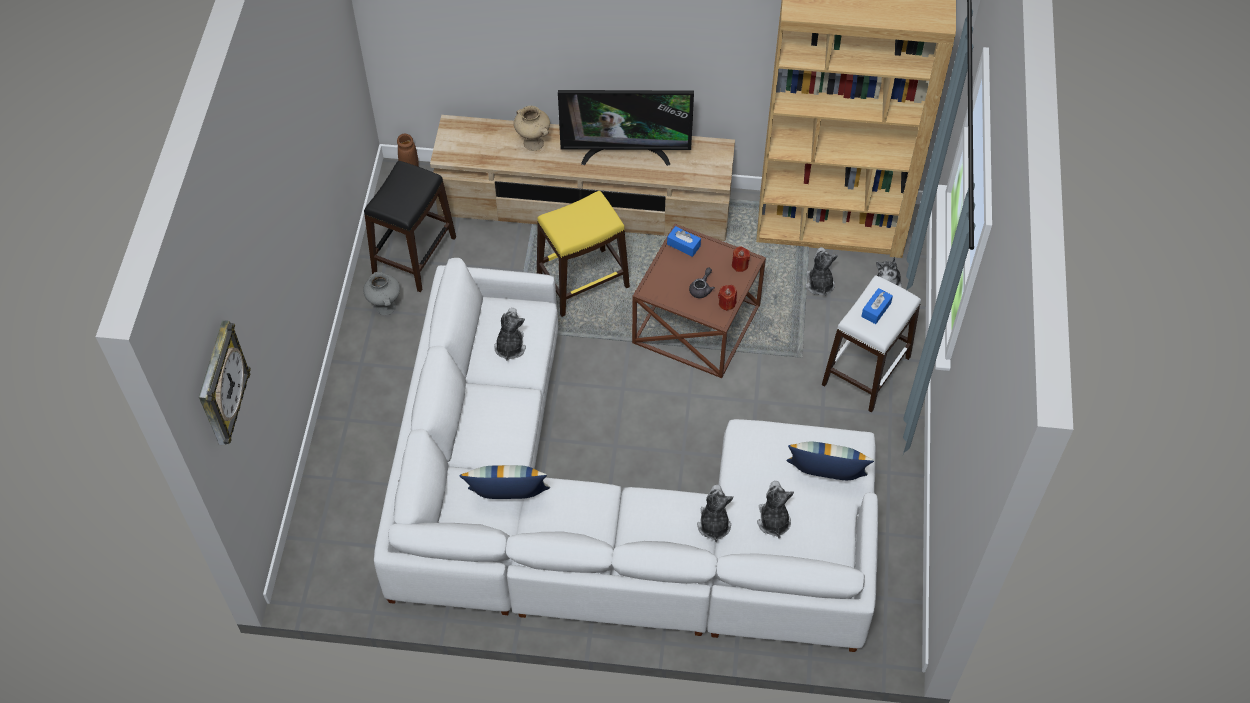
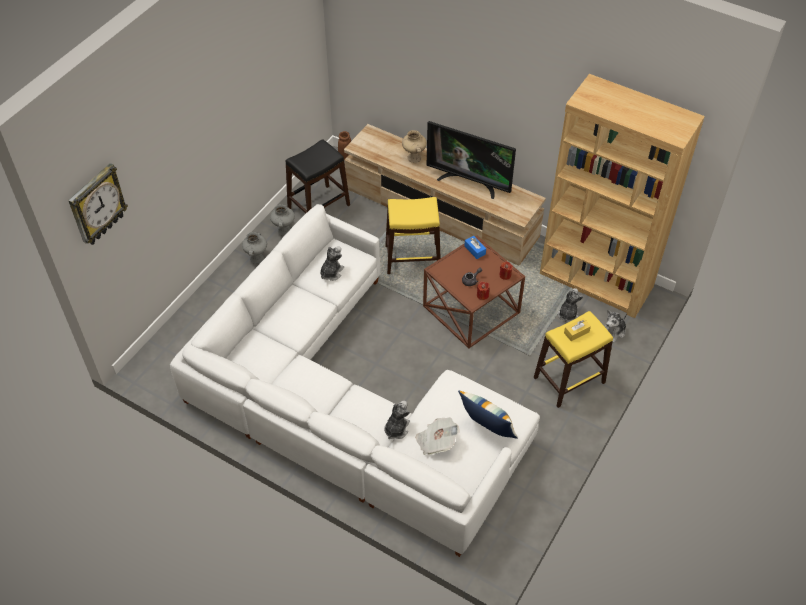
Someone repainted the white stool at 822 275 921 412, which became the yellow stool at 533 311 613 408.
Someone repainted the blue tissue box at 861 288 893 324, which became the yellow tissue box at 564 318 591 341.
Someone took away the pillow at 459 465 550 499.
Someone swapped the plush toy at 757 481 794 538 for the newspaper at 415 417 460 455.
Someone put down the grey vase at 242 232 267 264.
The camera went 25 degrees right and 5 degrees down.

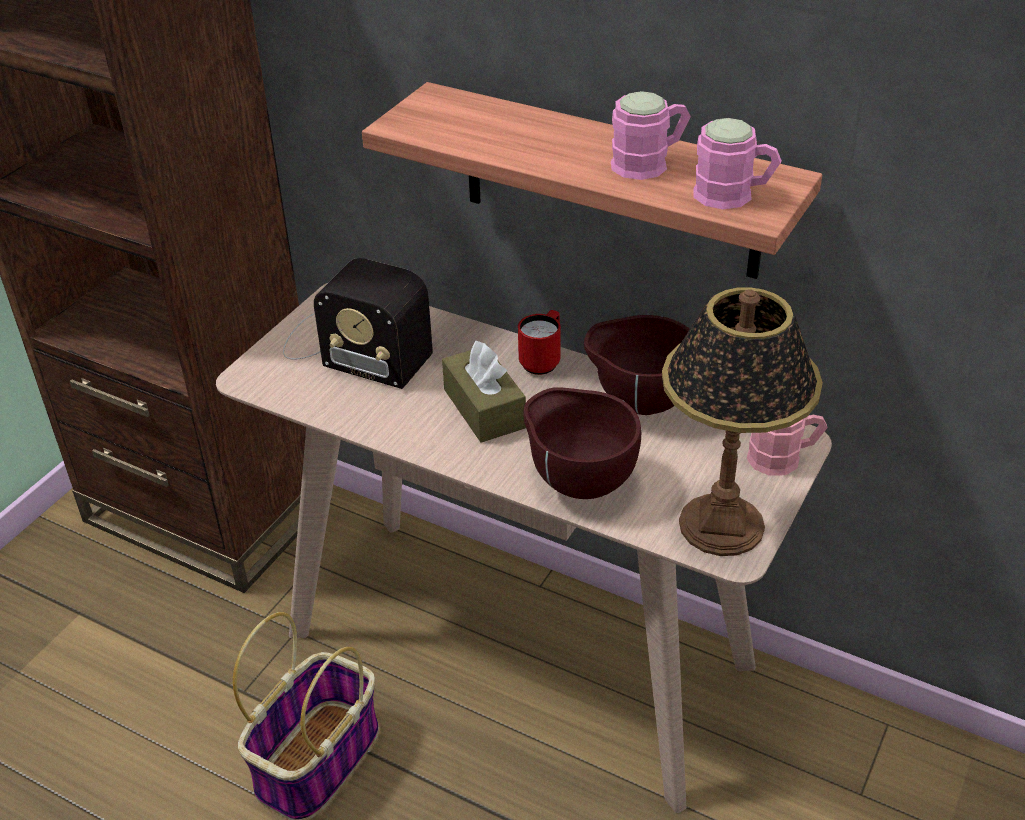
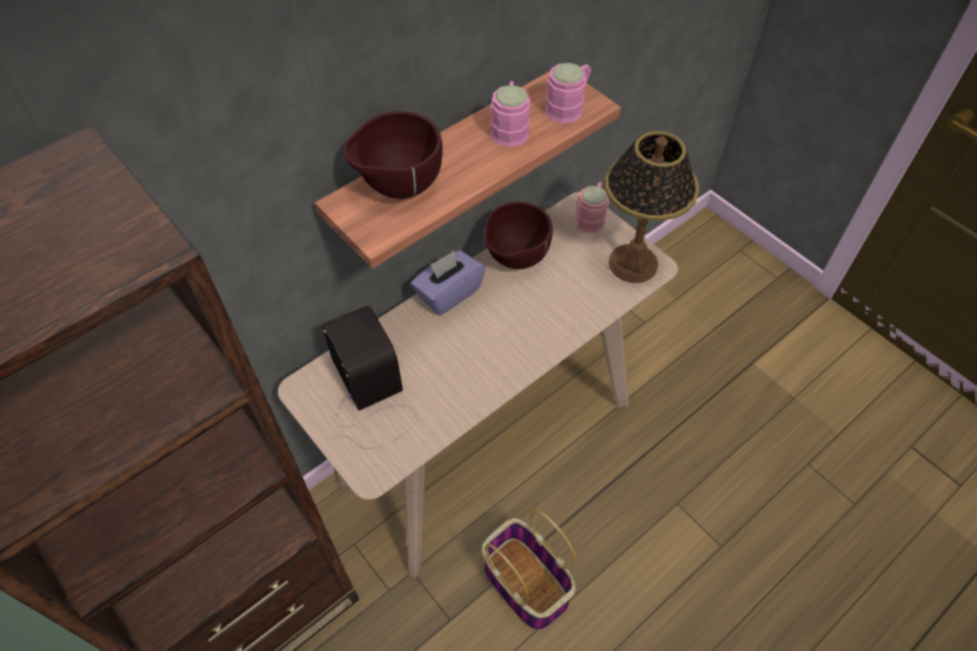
Someone rotated the radio at 283 258 433 389 by 75 degrees counterclockwise.
Someone swapped the red mug at 518 310 561 375 for the purple tissue box at 411 250 485 315.
Someone took away the brown tissue box at 442 340 526 443.
Someone carried the brown bowl from 523 387 641 499 to 344 111 443 199.
The camera went 70 degrees left and 15 degrees up.

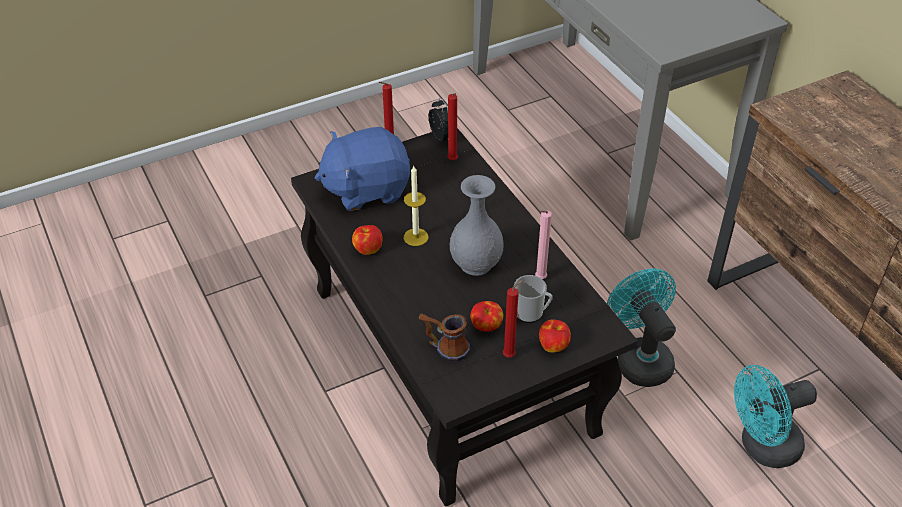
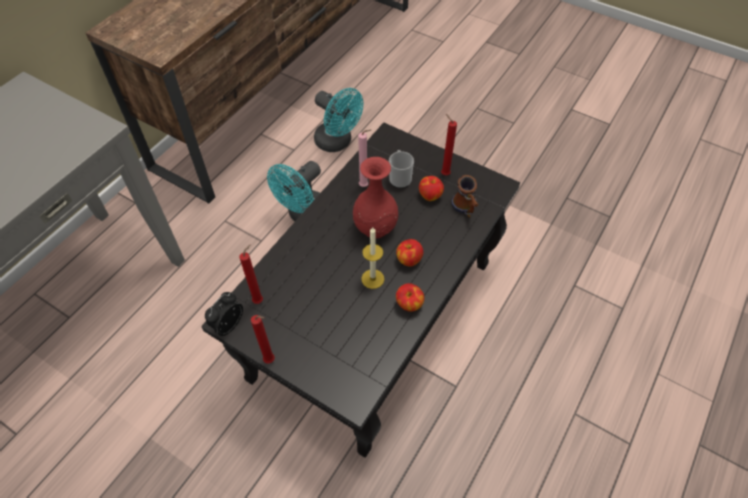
Someone took away the blue plush toy at 315 127 410 211.
Someone repainted the grey vase at 450 175 504 276, which became the red vase at 353 157 398 238.
Someone carried the apple from 539 319 571 353 to 396 239 423 267.
The camera went 120 degrees left and 10 degrees up.

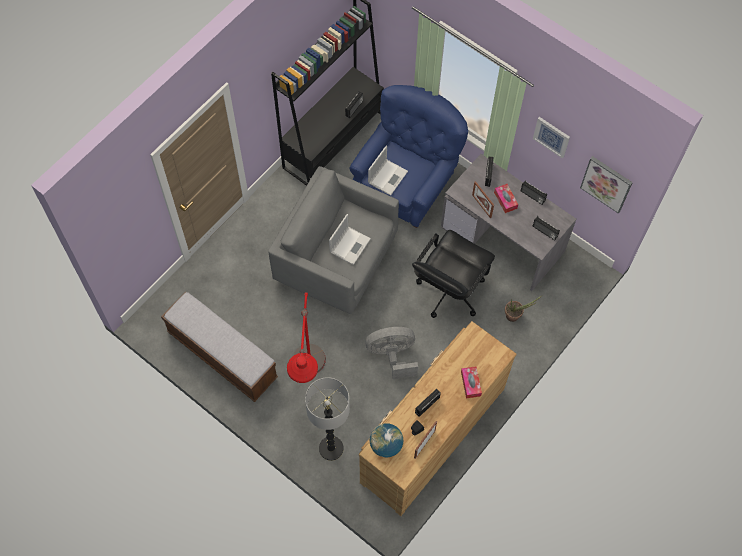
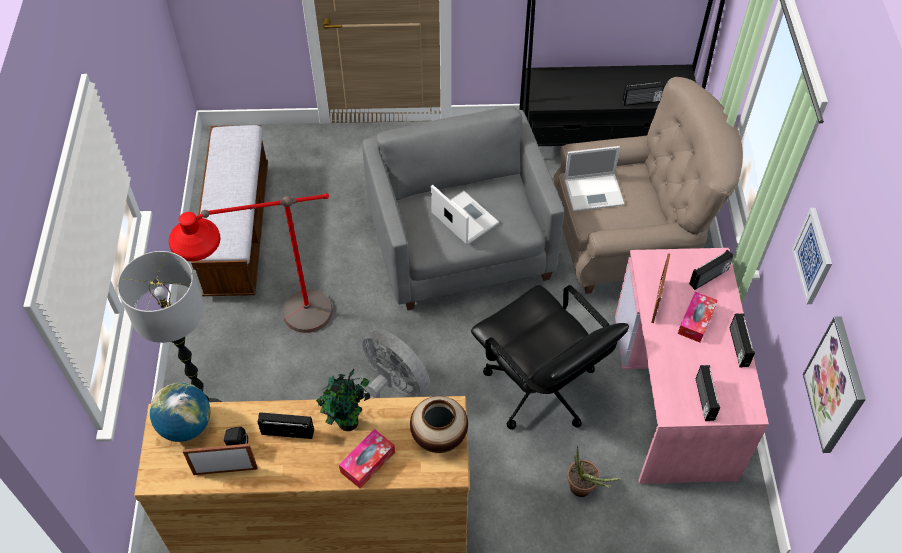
Someone repainted the blue armchair at 349 85 468 228, which became the beige armchair at 552 77 743 294.
Someone repainted the grey desk at 441 154 576 291, which became the pink desk at 615 248 769 484.
Someone rotated the laptop at 329 214 371 265 by 120 degrees counterclockwise.
Someone rotated the black office chair at 412 230 495 318 by 120 degrees counterclockwise.
Someone put down the potted plant at 316 369 370 431.
Someone put down the vase at 410 396 468 453.
The camera went 50 degrees right and 10 degrees down.

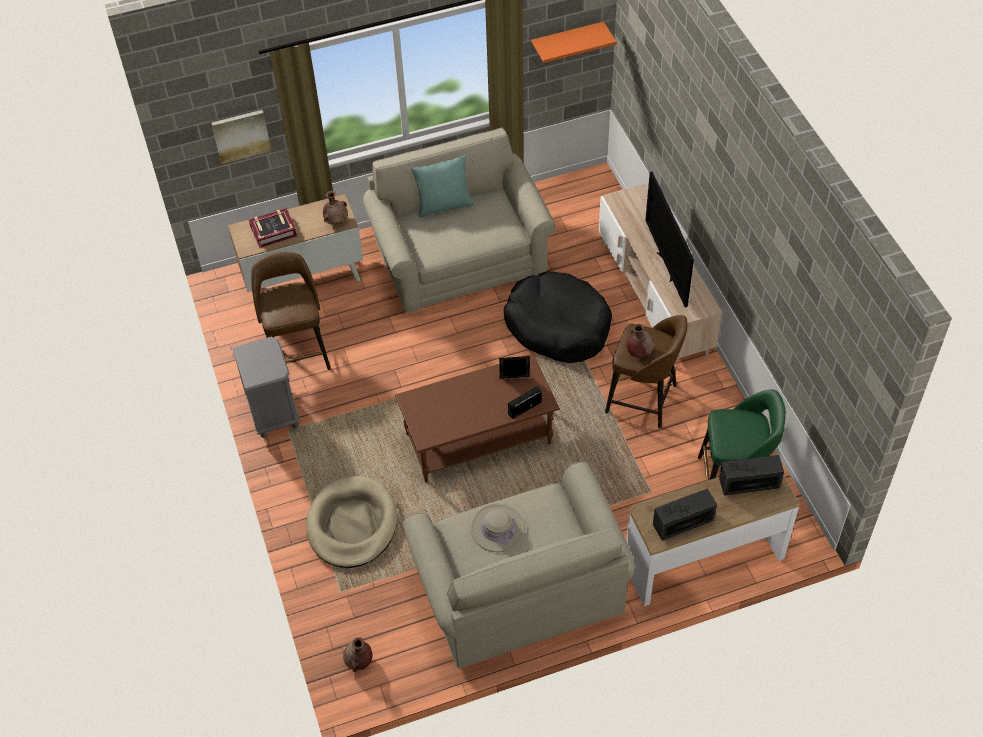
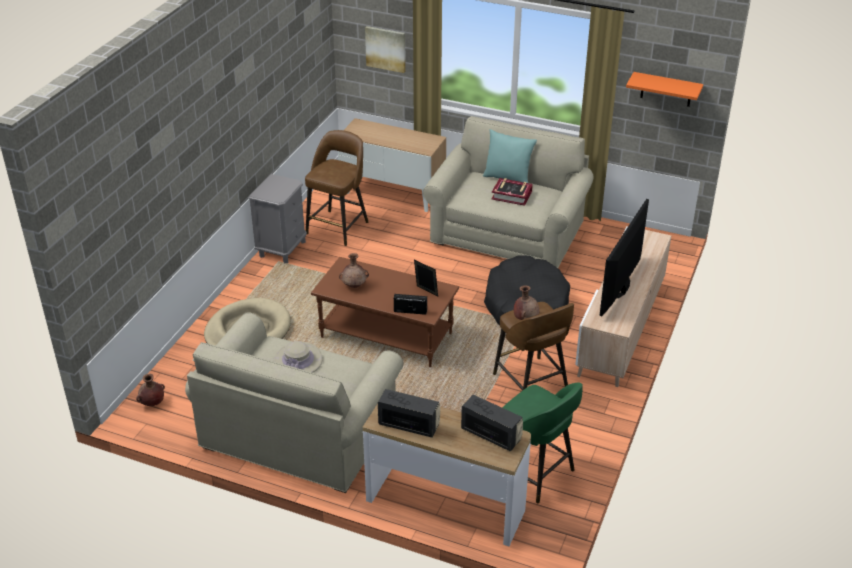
Someone carried the brown vase from 323 191 348 224 to 339 253 369 288.
Someone carried the book from 249 208 297 248 to 491 178 533 206.
The camera went 40 degrees right and 15 degrees down.

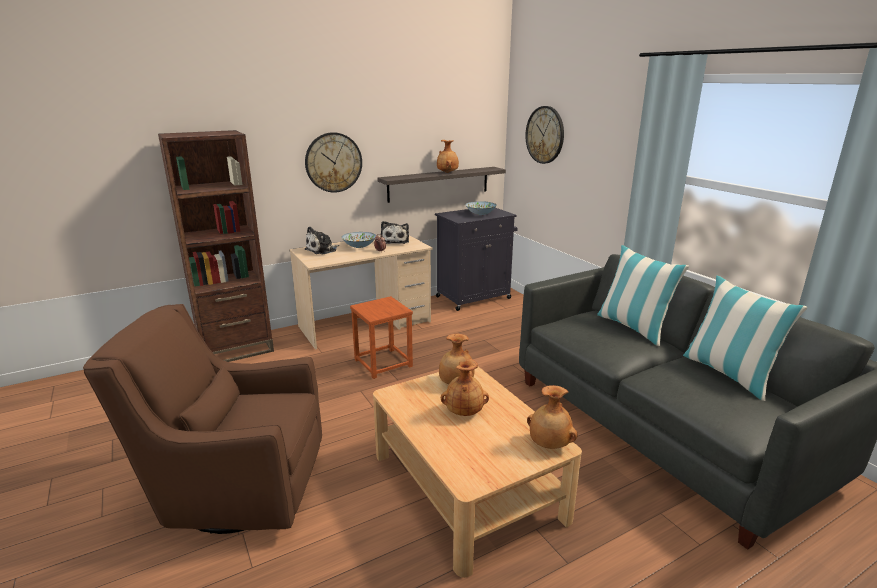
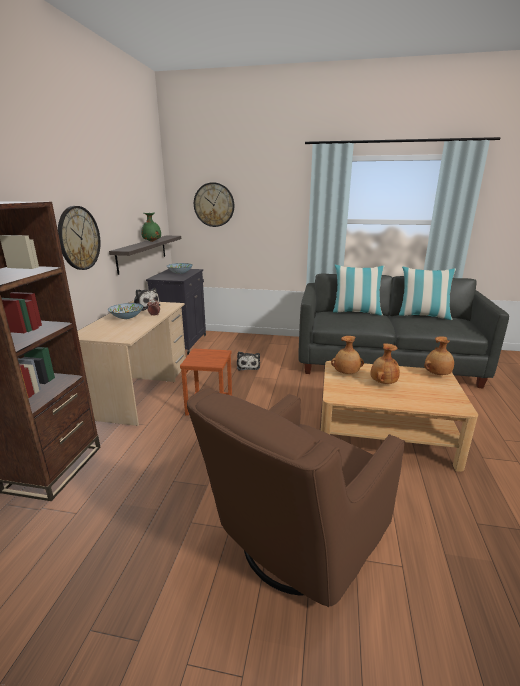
Someone repainted the brown vase at 437 140 459 173, which became the green vase at 141 212 161 242.
Someone carried the plush toy from 304 226 339 254 to 237 352 260 371.
The camera went 50 degrees left and 0 degrees up.

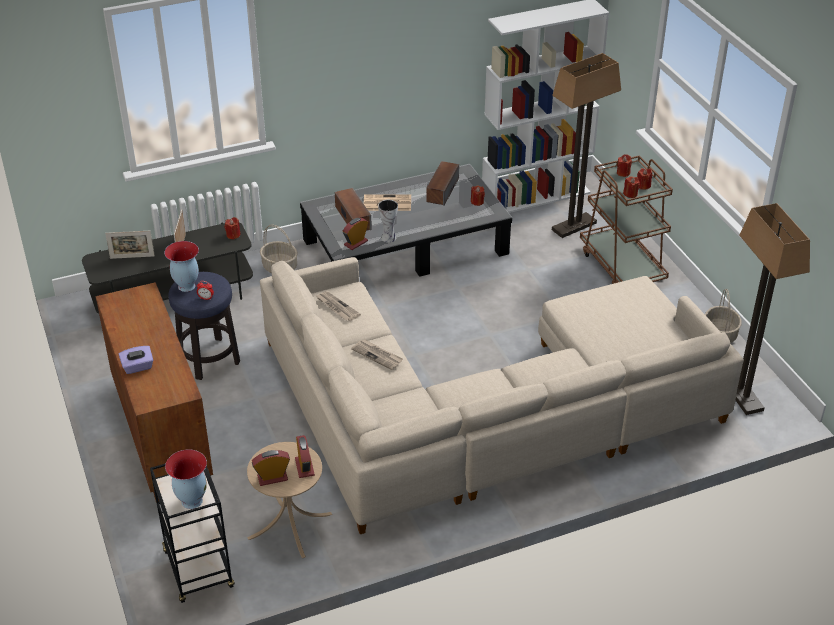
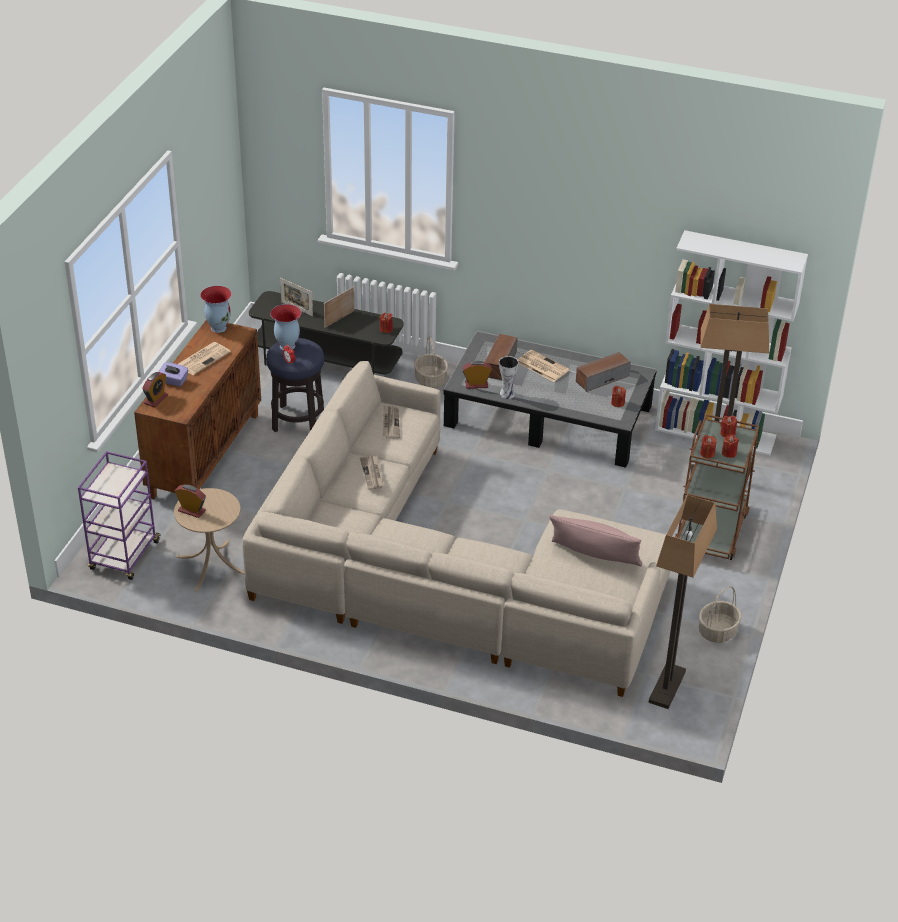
Someone carried the alarm clock from 295 435 315 478 to 142 372 168 407.
Someone carried the vase from 165 449 207 509 to 200 286 232 333.
Someone repainted the black cart at 150 463 235 603, which became the purple cart at 78 451 161 580.
Someone put down the newspaper at 178 342 231 375.
Someone put down the pink pillow at 549 515 642 566.
The camera went 40 degrees right and 0 degrees up.

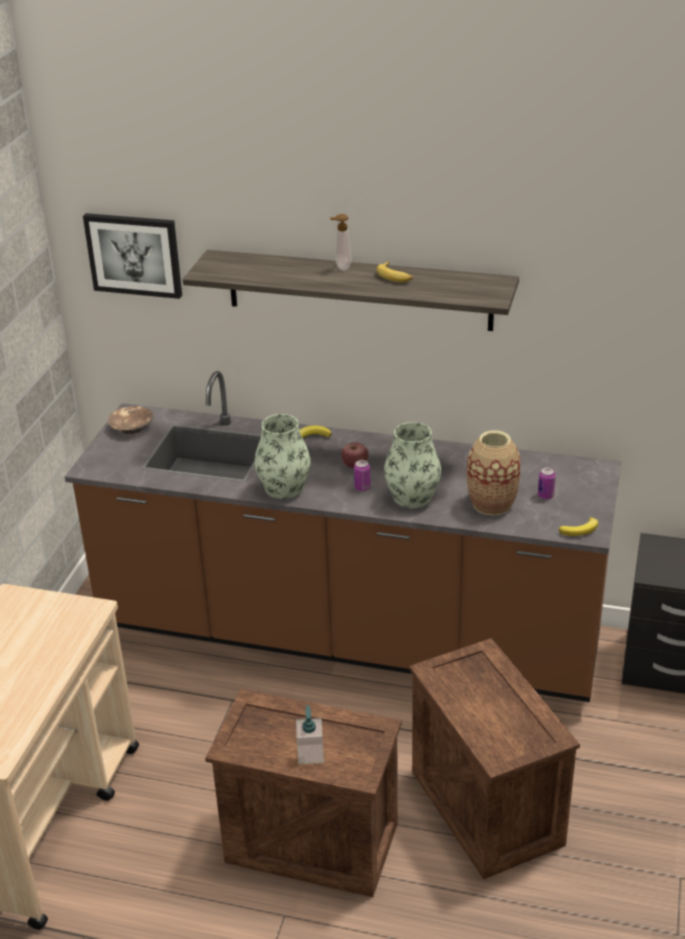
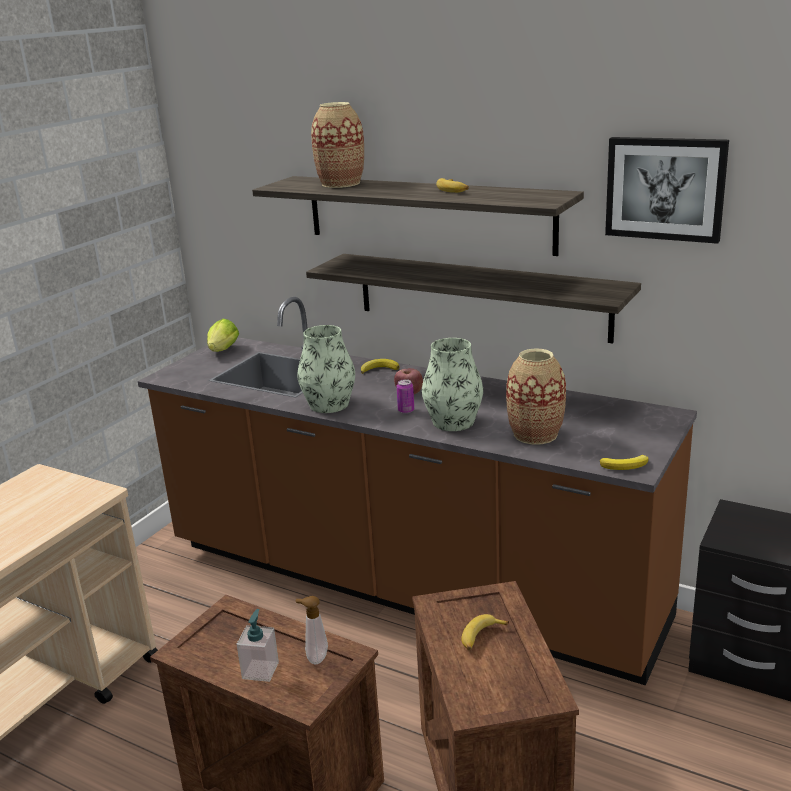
Someone carried the picture from 83 213 182 299 to 605 137 729 244.
Someone carried the soap dispenser from 330 214 352 271 to 295 596 328 664.
Someone swapped the brown bowl at 108 406 153 434 for the lettuce at 207 319 239 352.
Someone took away the can at 538 467 556 500.
Someone put down the vase at 311 102 364 188.
Someone put up the shelf at 306 254 641 343.
Someone put down the banana at 461 614 509 650.
The camera went 15 degrees right and 10 degrees down.

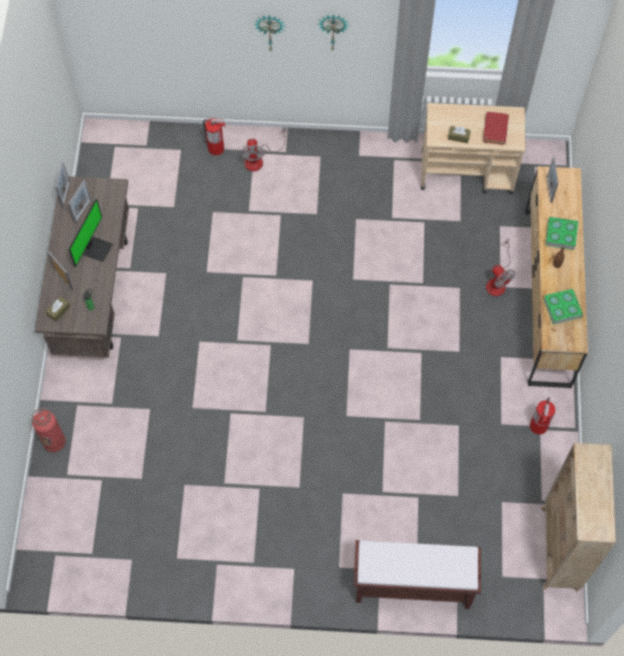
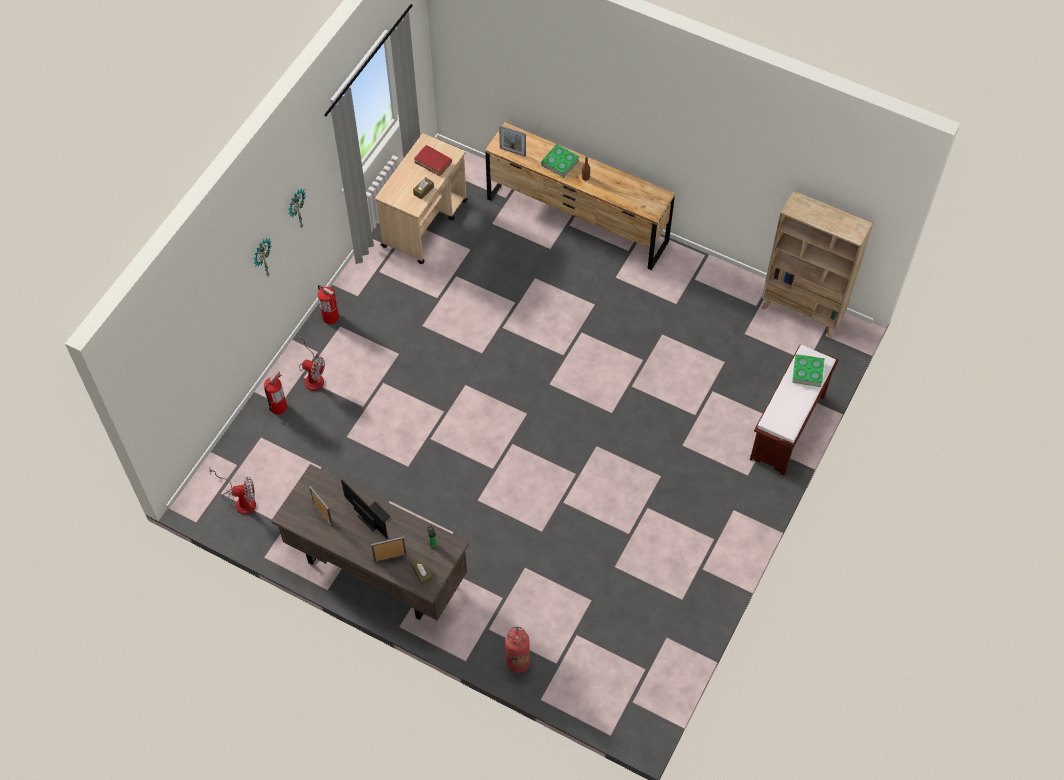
Someone took away the picture frame at 55 162 70 207.
Someone carried the fan from 486 239 515 296 to 209 467 256 515.
Someone carried the book from 543 289 583 325 to 792 354 825 387.
Someone carried the fire extinguisher from 530 397 555 435 to 318 285 339 324.
The camera went 65 degrees left and 5 degrees down.

